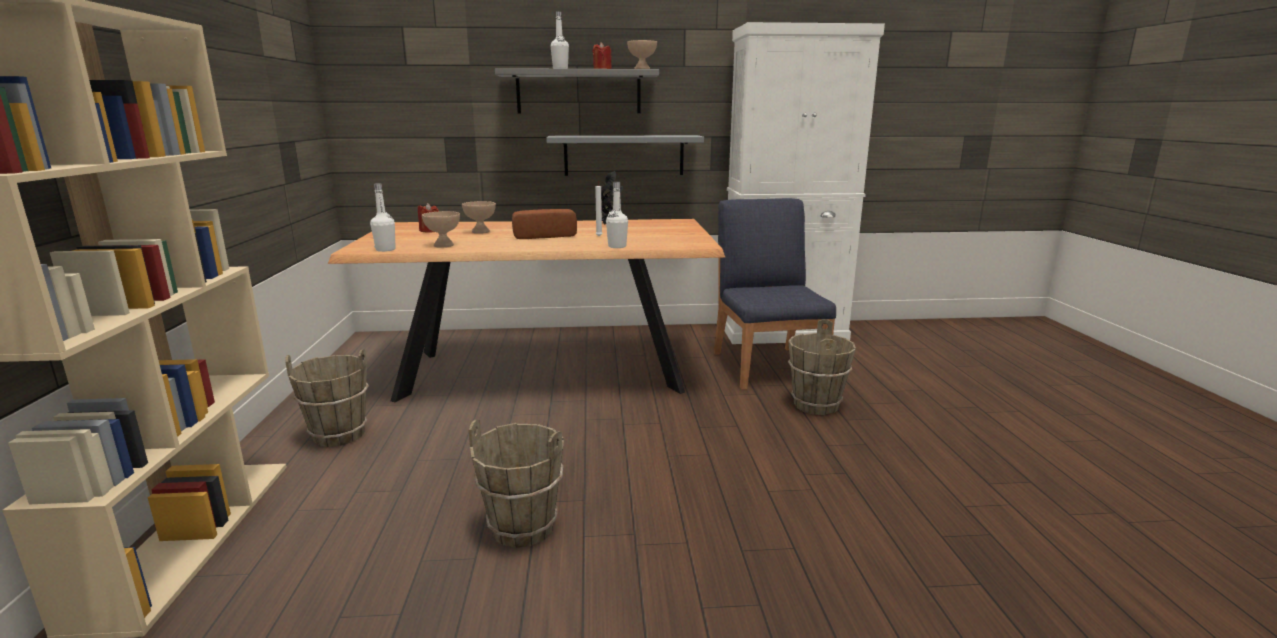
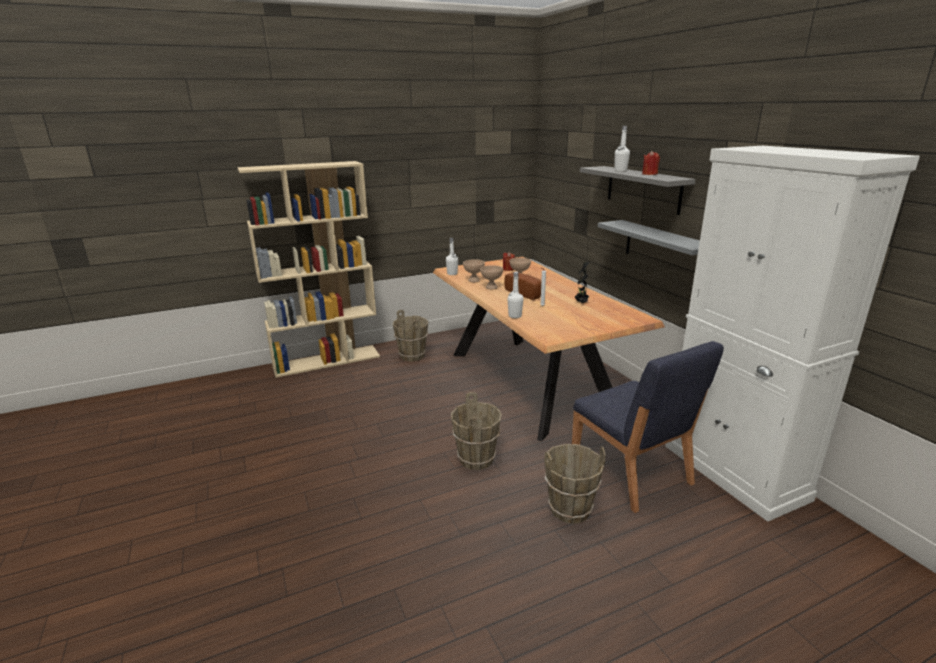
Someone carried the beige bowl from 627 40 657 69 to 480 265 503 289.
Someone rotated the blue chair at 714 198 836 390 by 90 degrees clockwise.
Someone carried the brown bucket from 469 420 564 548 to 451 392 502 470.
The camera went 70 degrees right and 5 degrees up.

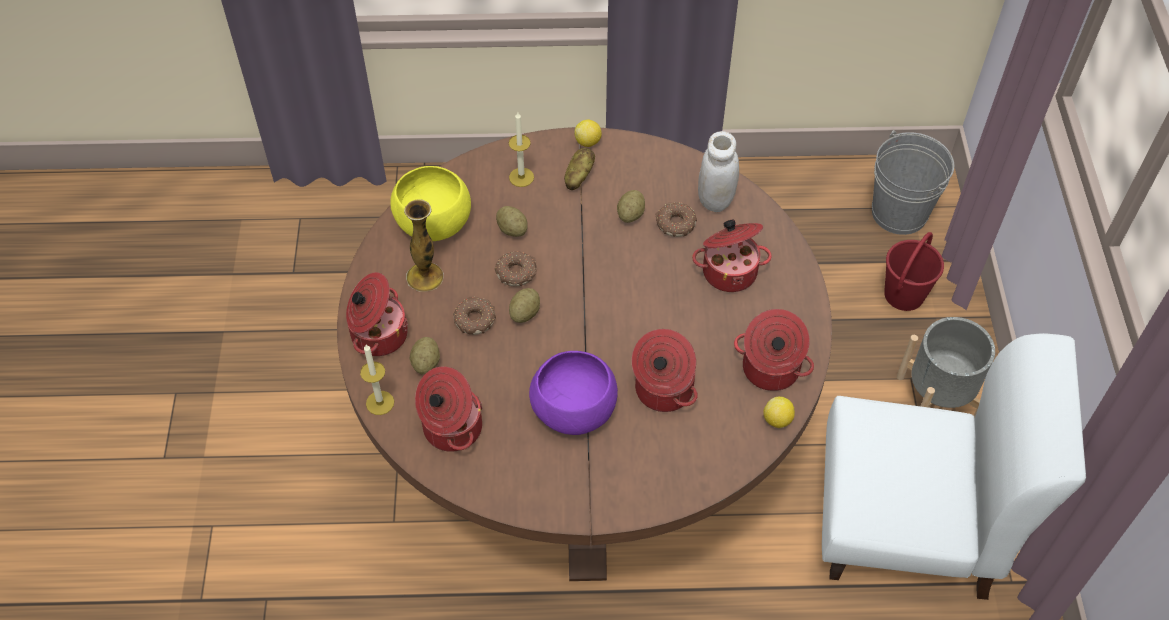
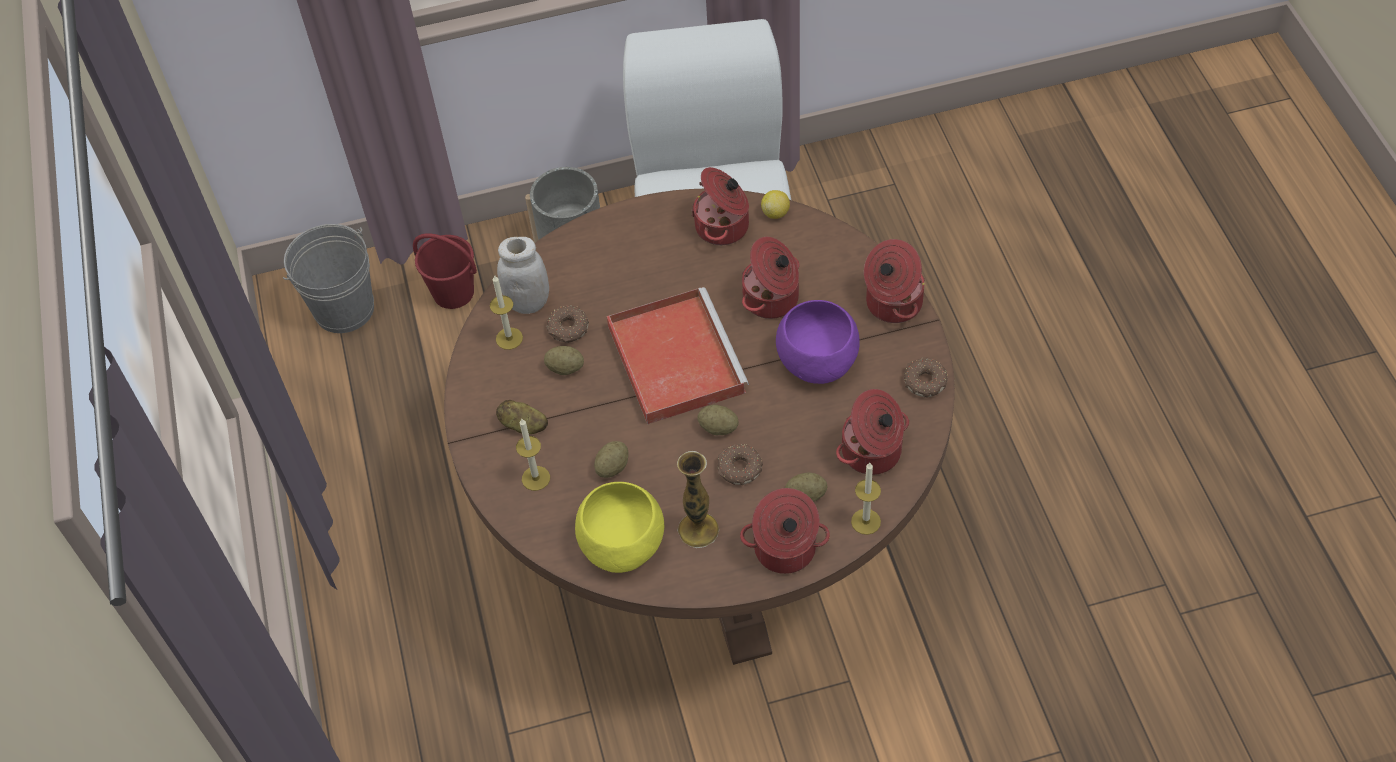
Someone took away the lemon at 574 120 602 147.
Someone carried the cooking pot from 692 219 772 292 to 864 239 925 323.
Someone carried the donut from 495 251 537 287 to 904 358 948 398.
Someone put down the candle at 490 276 523 350.
Someone put down the red tray at 607 287 749 424.
The camera went 100 degrees left and 0 degrees up.

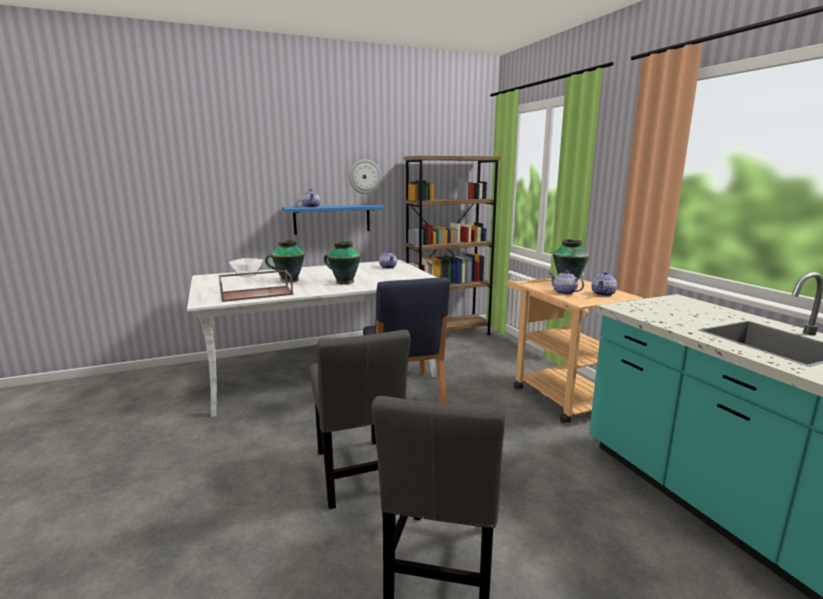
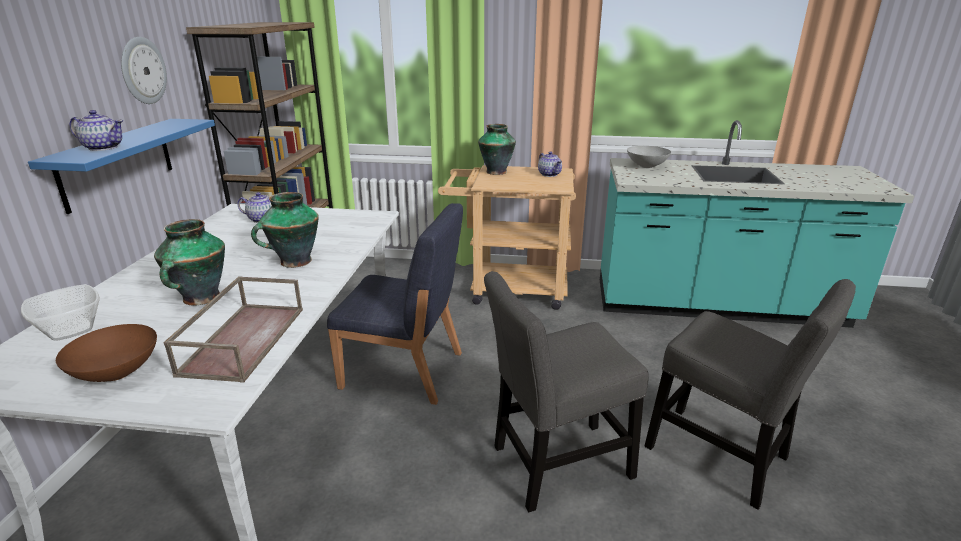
Someone took away the teapot at 549 270 584 295.
Someone rotated the grey chair at 310 330 411 509 by 150 degrees clockwise.
Someone put down the grey bowl at 627 146 671 168.
Someone put down the brown bowl at 56 324 157 382.
The camera went 60 degrees left and 10 degrees up.

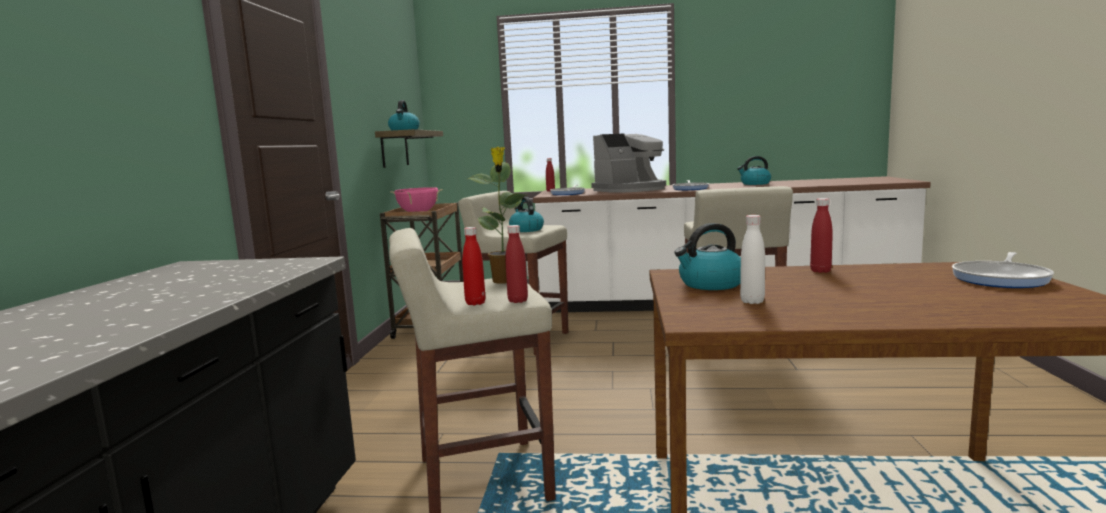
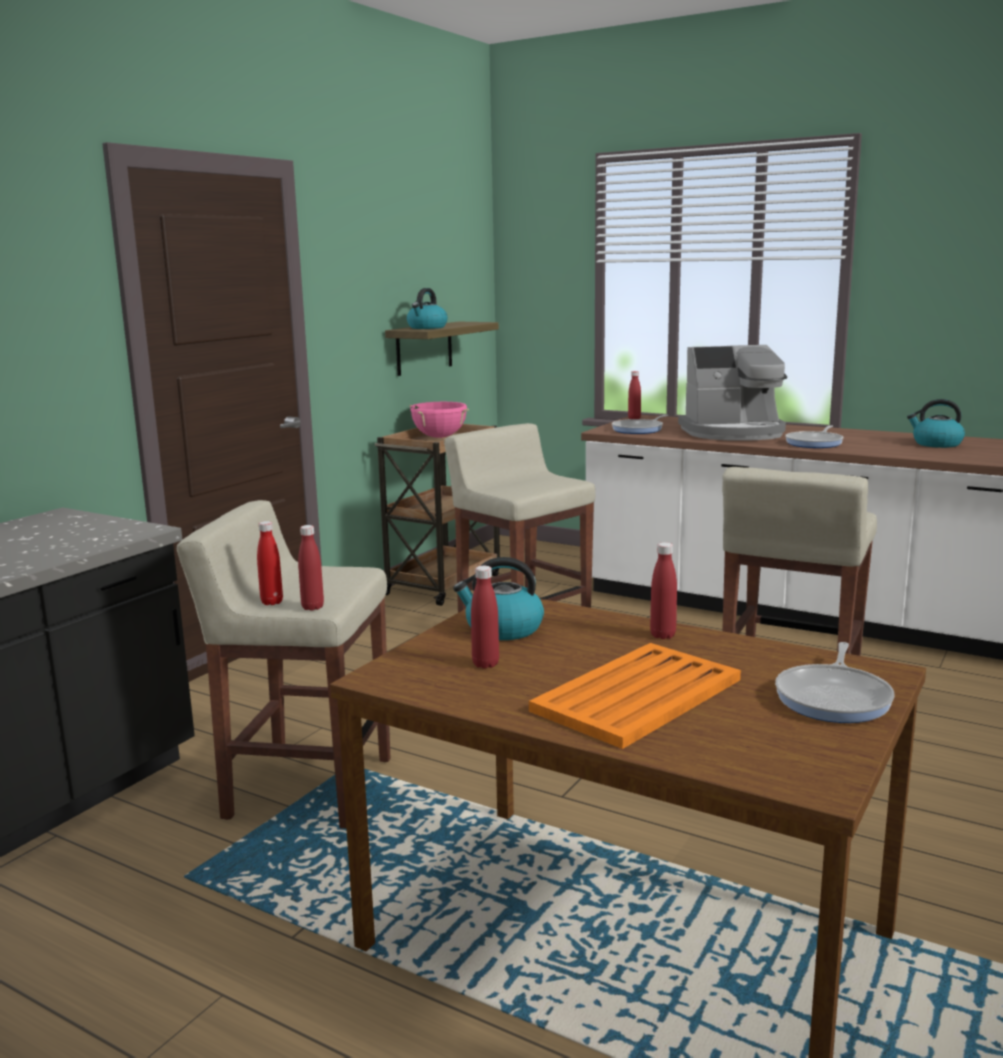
Someone took away the potted plant at 468 147 527 284.
Someone took away the kettle at 509 197 544 232.
Someone repainted the white bottle at 740 215 765 304, which became the red bottle at 471 566 499 669.
Someone rotated the frying pan at 952 252 1054 288 by 45 degrees counterclockwise.
Someone put down the orange tray at 529 643 741 749.
The camera went 25 degrees right and 5 degrees up.

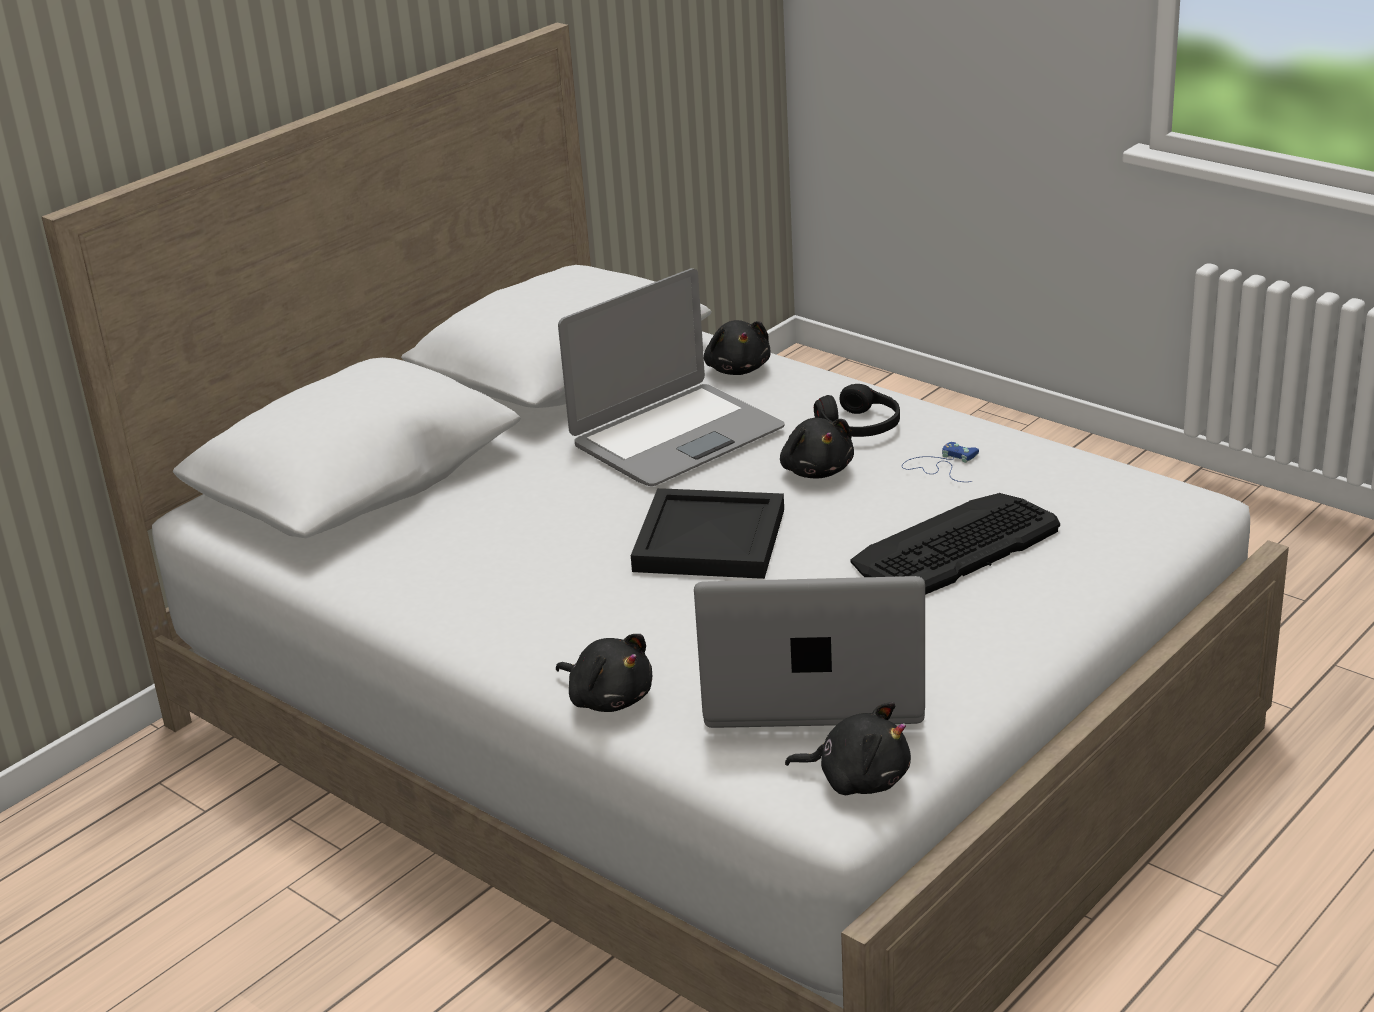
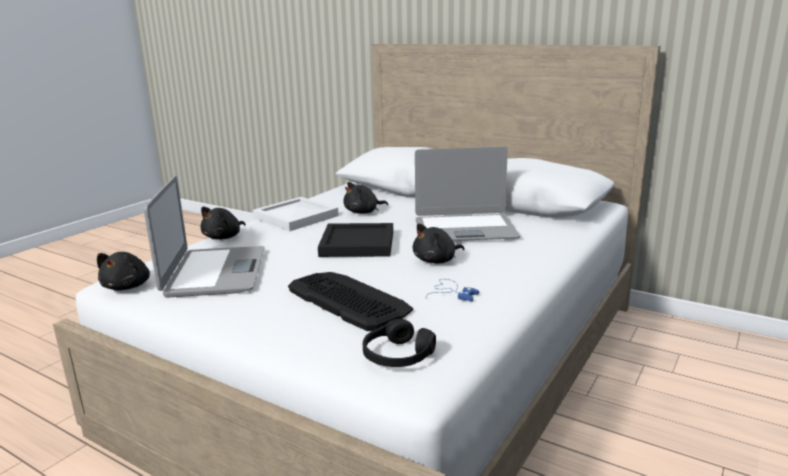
Someone rotated the laptop at 558 268 785 486 by 45 degrees counterclockwise.
Someone carried the black plush toy from 704 320 771 375 to 344 182 388 214.
Someone carried the black headphones from 814 384 900 437 to 363 319 436 367.
Someone put down the white tray at 253 197 339 231.
The camera went 80 degrees right and 10 degrees down.

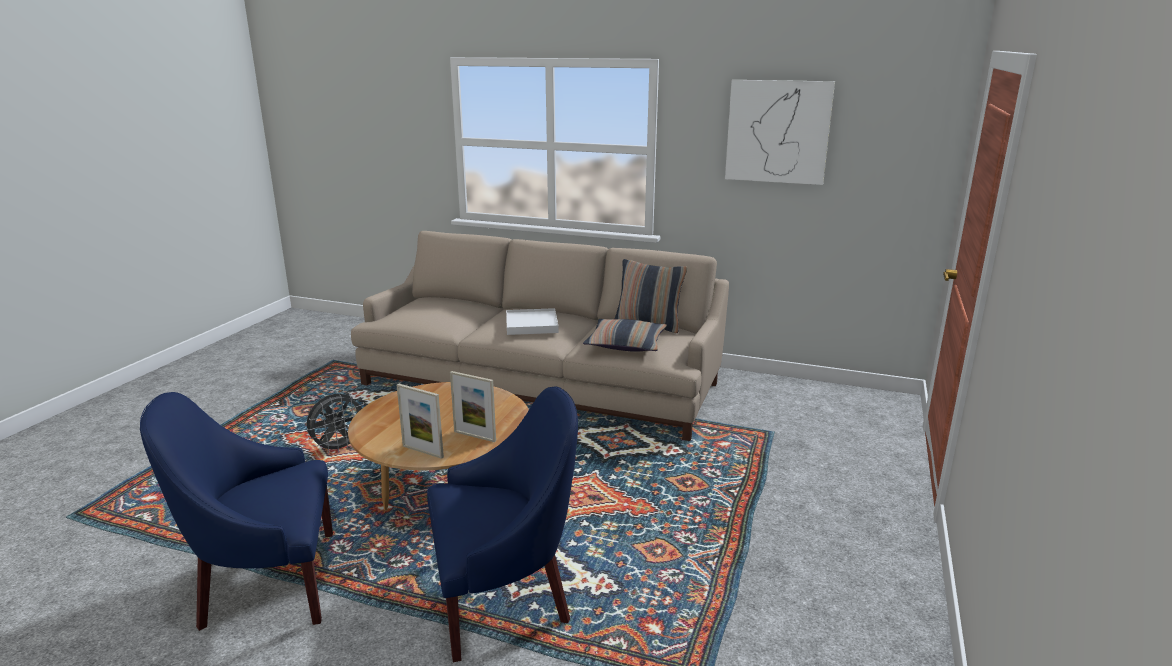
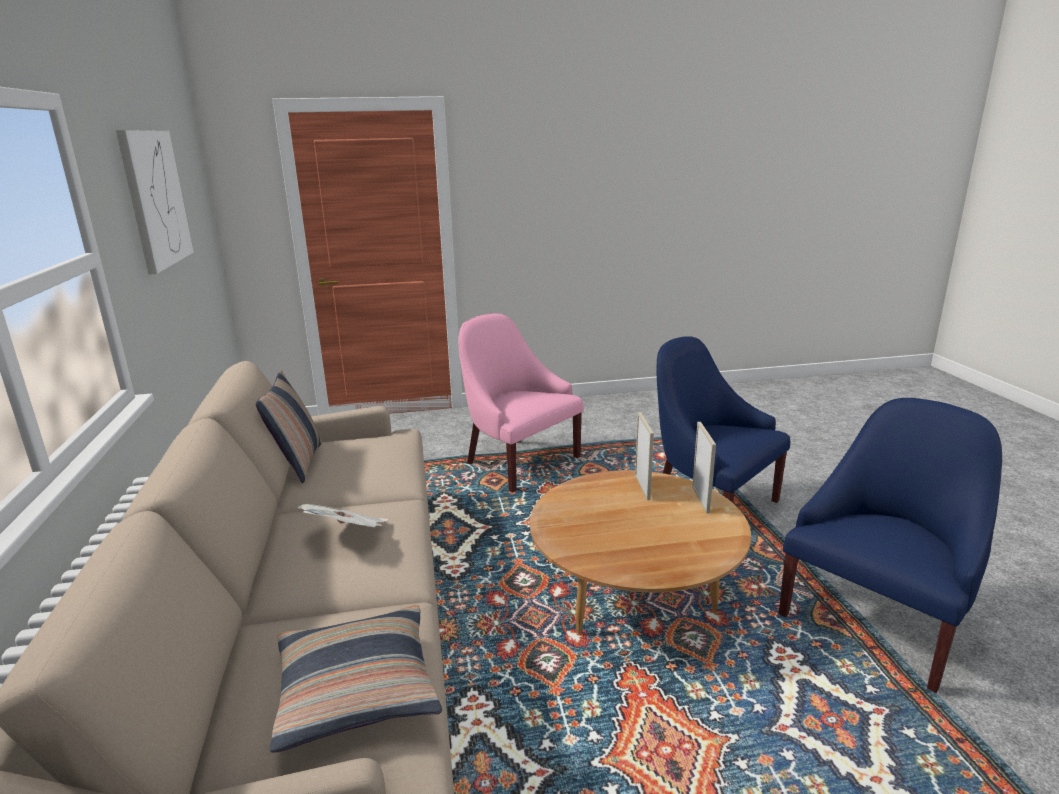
Someone swapped the white tray at 506 308 559 335 for the newspaper at 298 504 388 527.
Someone carried the pillow from 583 319 667 352 to 270 605 442 752.
Someone rotated the blue armchair at 140 392 333 631 by 90 degrees counterclockwise.
Someone took away the grey fan at 306 394 364 454.
Someone put down the pink armchair at 458 313 584 492.
The camera went 120 degrees left and 0 degrees up.

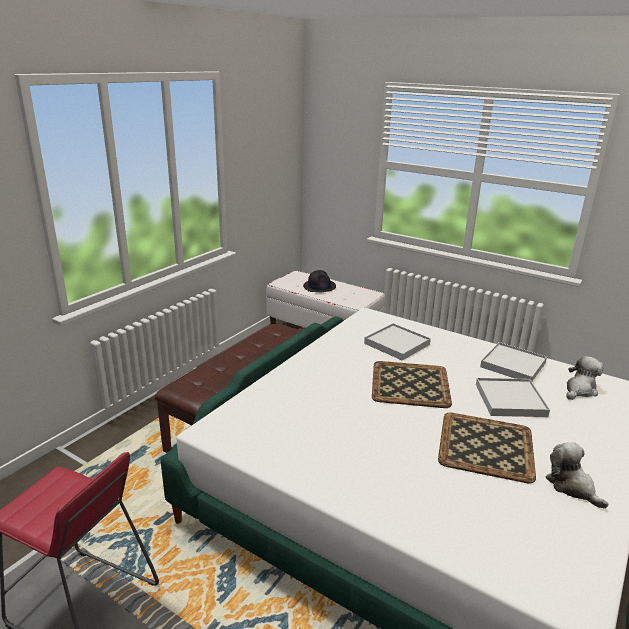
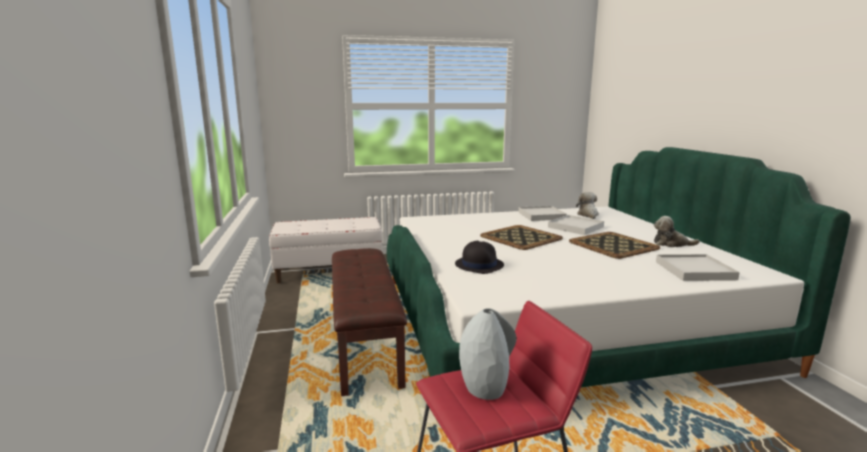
Someone carried the black hat from 303 270 336 292 to 455 241 504 274.
Someone carried the white tray from 364 323 431 360 to 656 254 740 281.
Someone put down the grey vase at 459 308 517 400.
The camera went 45 degrees left and 10 degrees down.

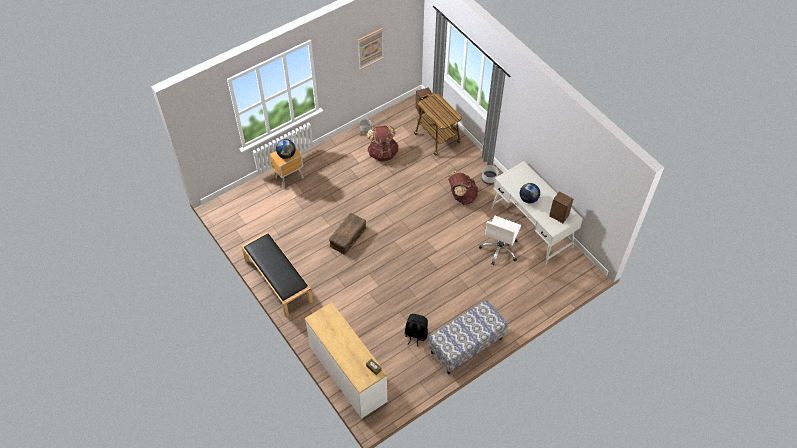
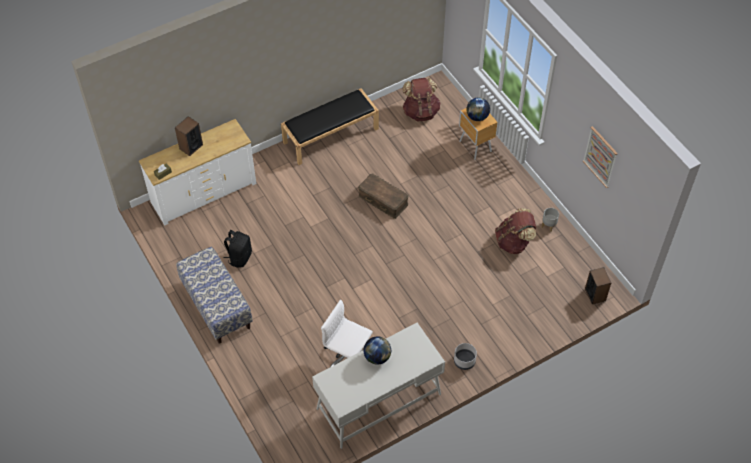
Someone took away the cart at 413 93 462 156.
Someone carried the brown backpack from 448 171 479 205 to 402 78 441 121.
Someone carried the speaker from 549 192 573 223 to 175 116 203 156.
The camera went 95 degrees right and 0 degrees up.

